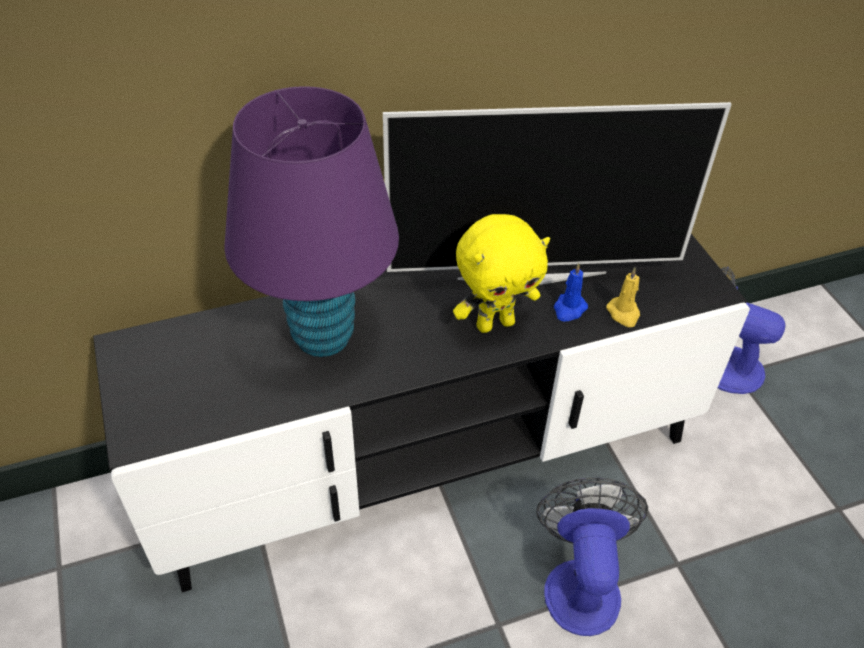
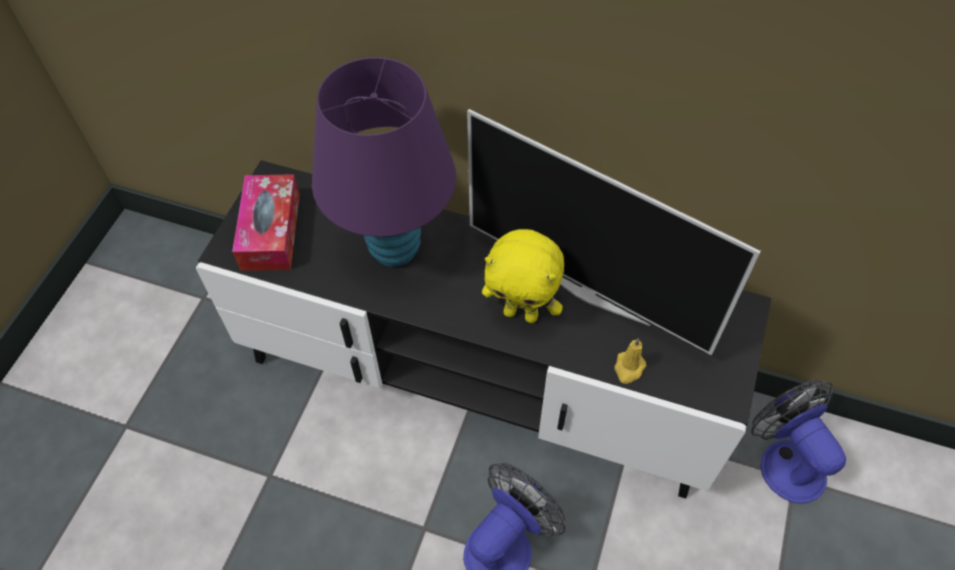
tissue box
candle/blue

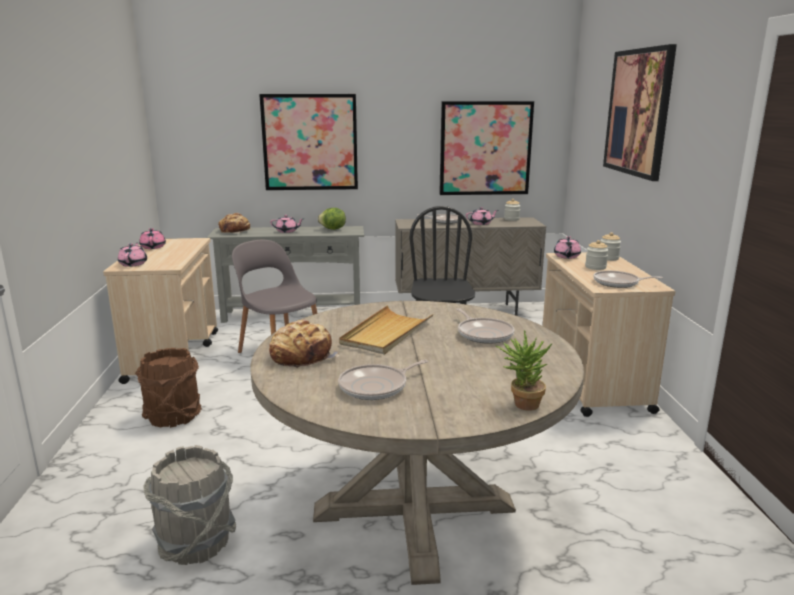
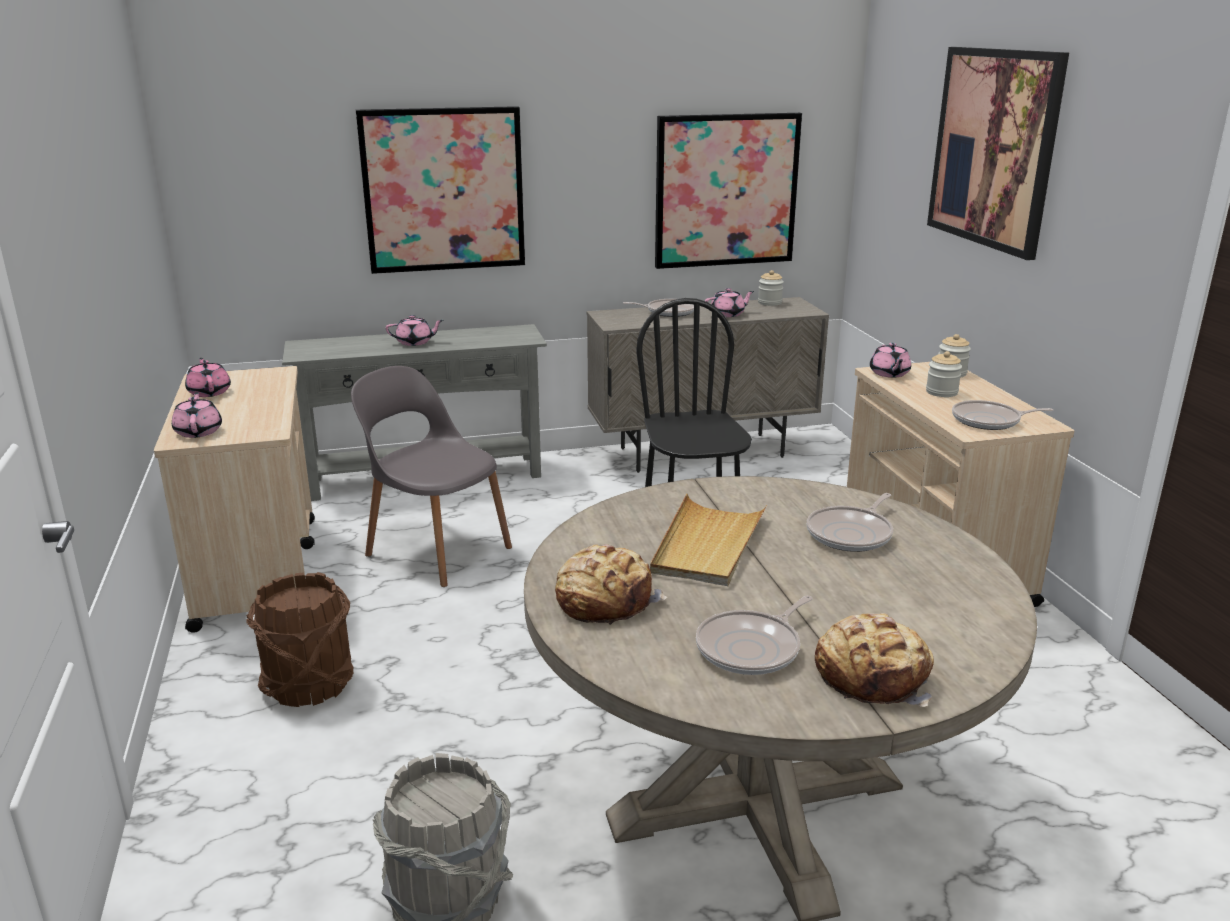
frying pan (no. 3 from left)
bread (no. 2 from left)
lettuce
potted plant

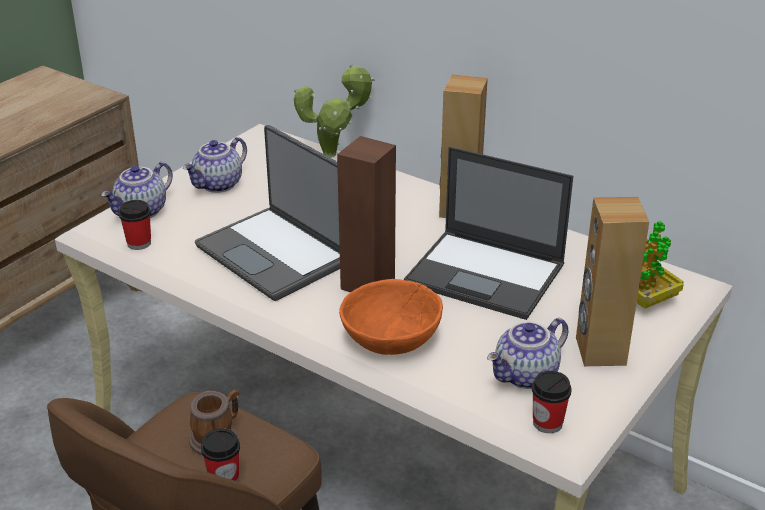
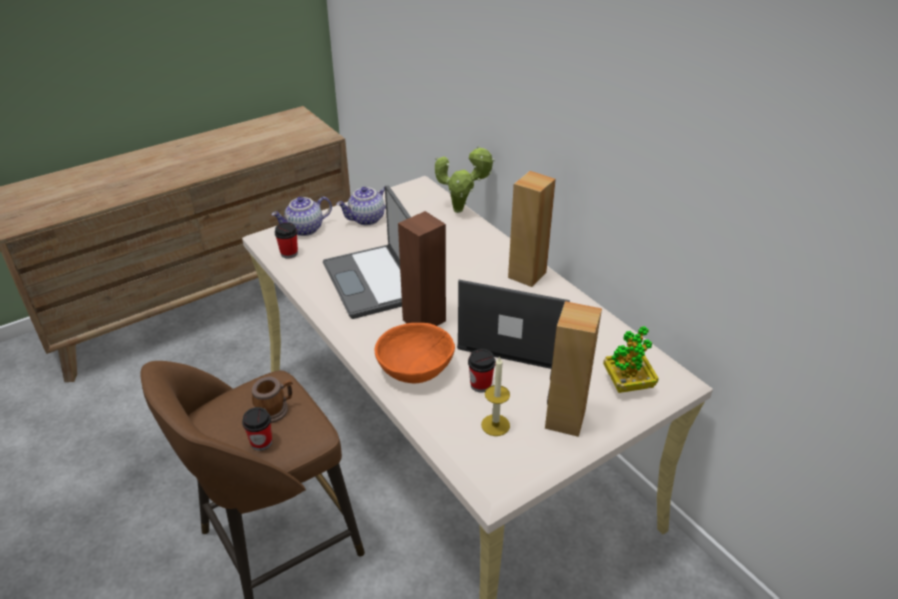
laptop (no. 2 from left)
cup (no. 3 from left)
candle

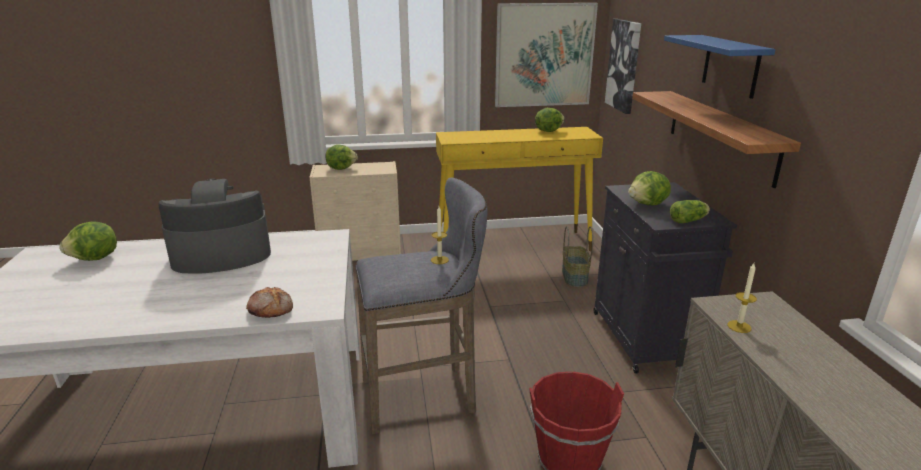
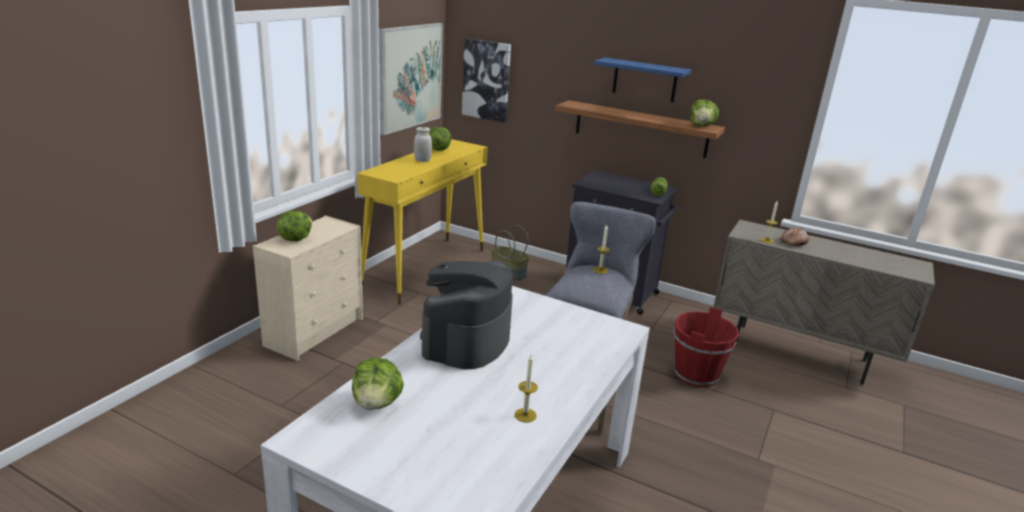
jar/white
candle (no. 1 from left)
lettuce (no. 5 from left)
bread

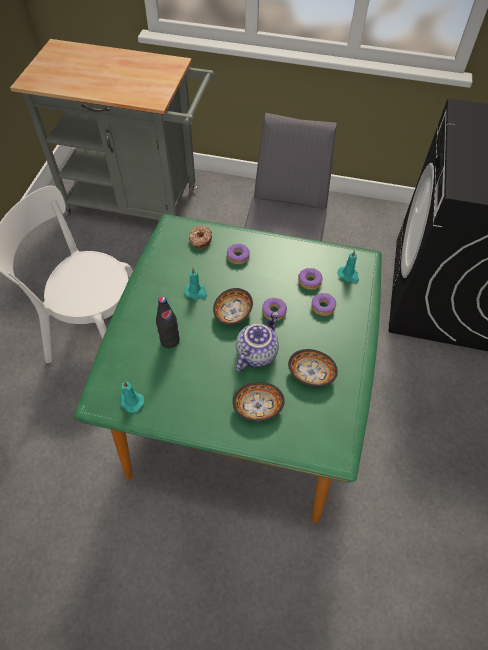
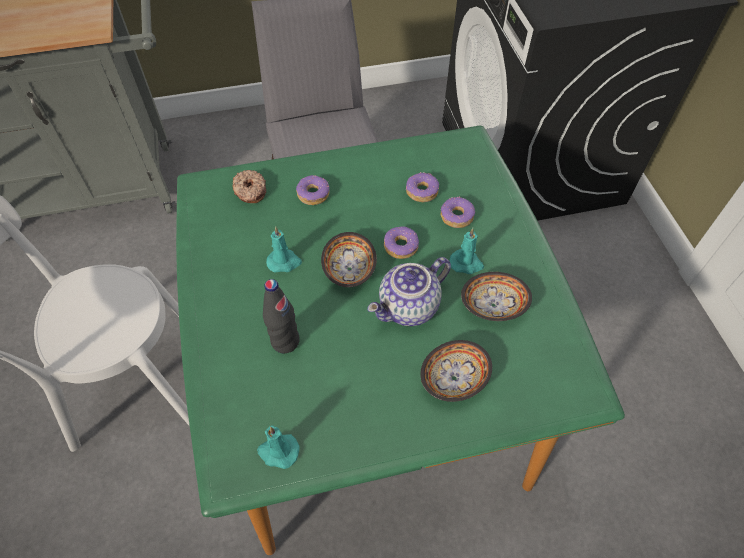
teapot
candle/turquoise (no. 3 from left)

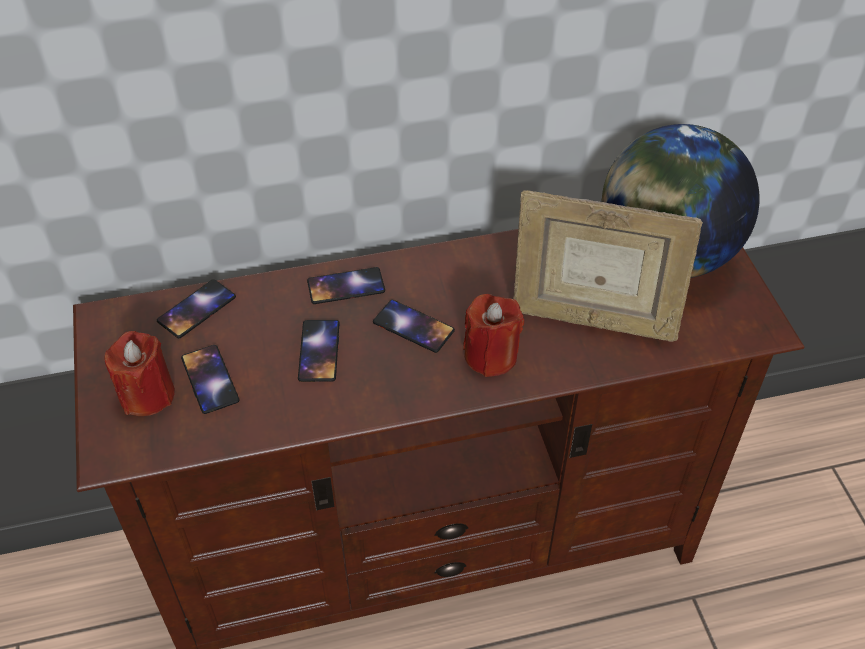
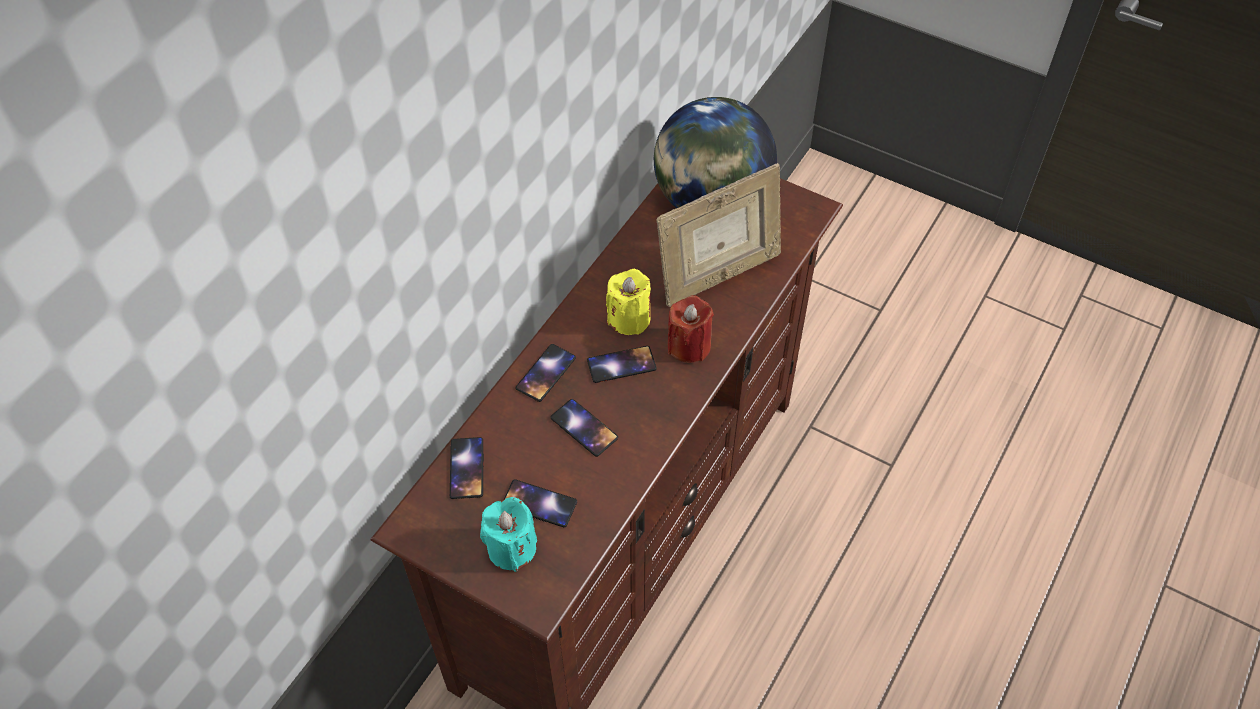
candle/turquoise
candle/yellow

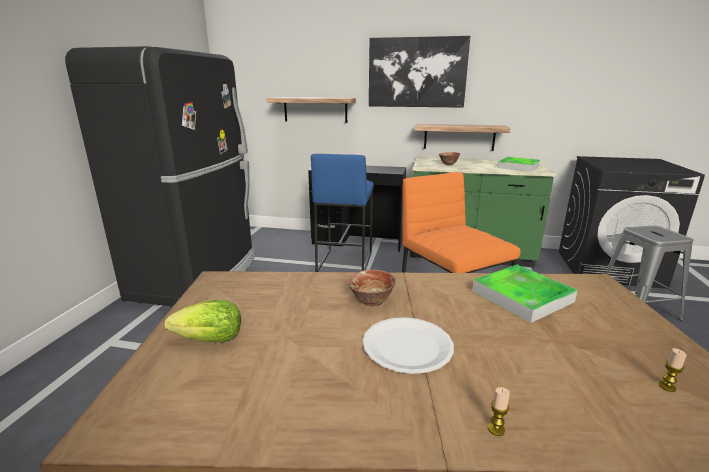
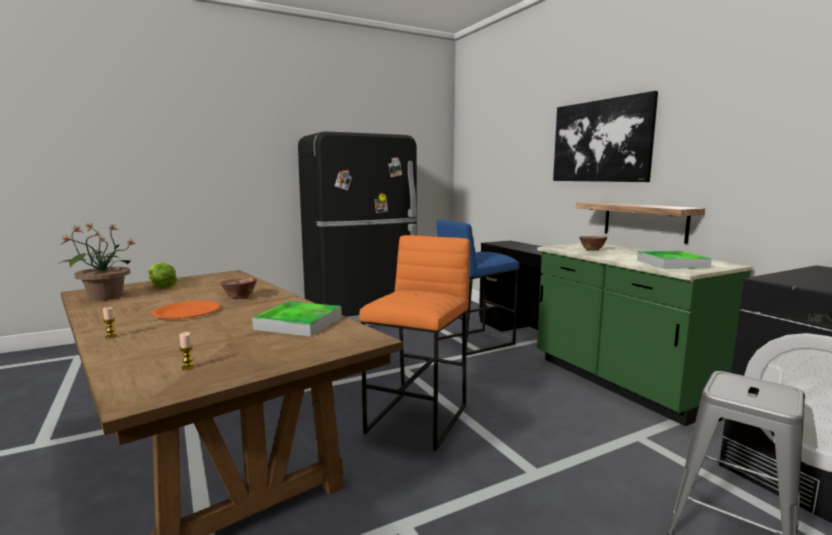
potted plant
plate/orange
shelf (no. 1 from left in the first image)

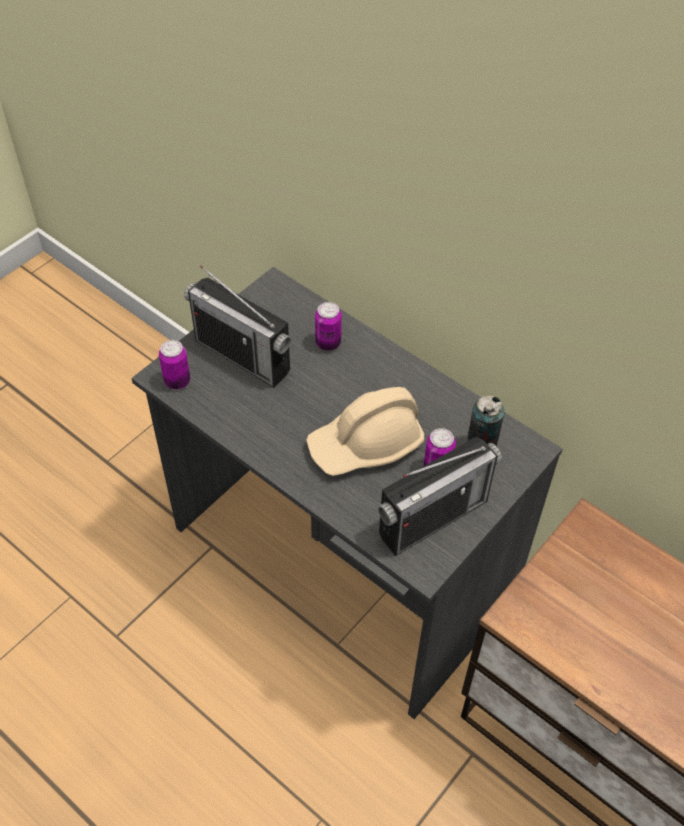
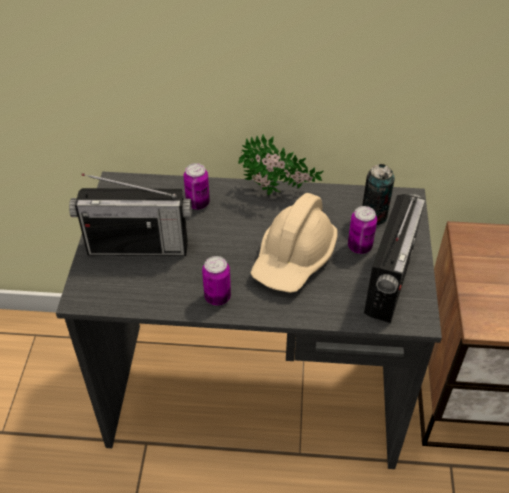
can (no. 2 from left)
potted plant

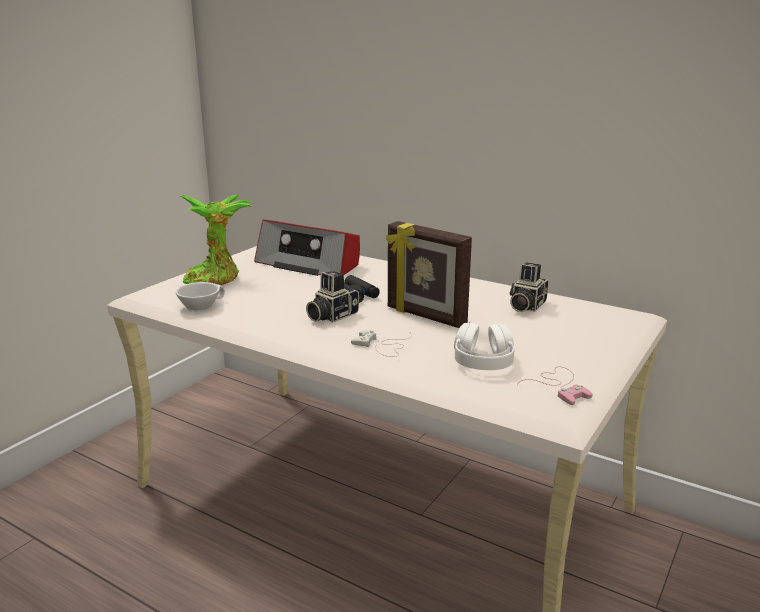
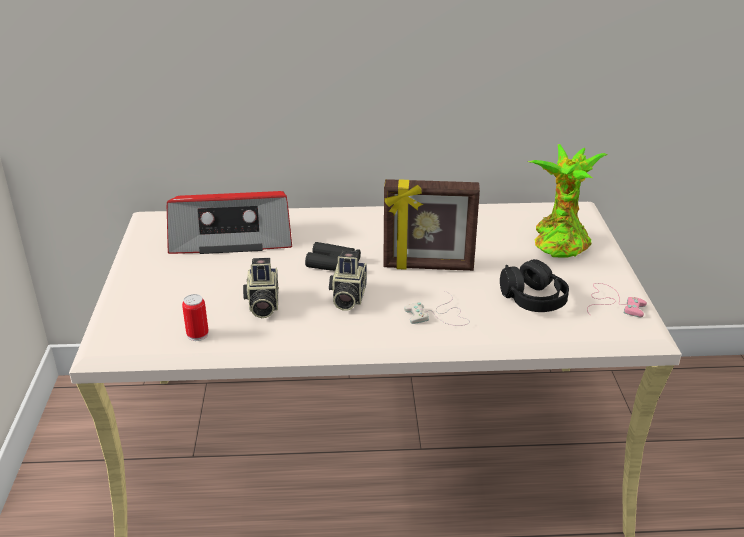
can
photo camera (no. 1 from left)
headphones/black
potted plant

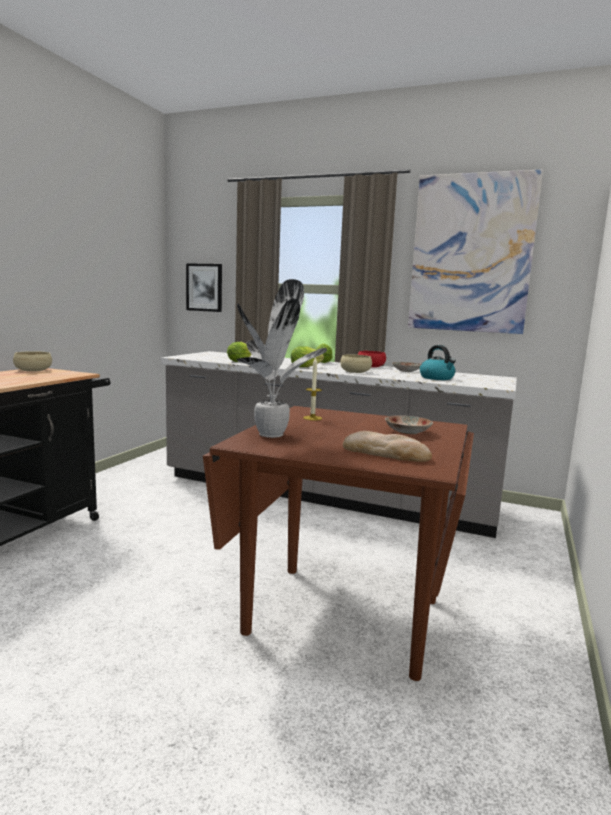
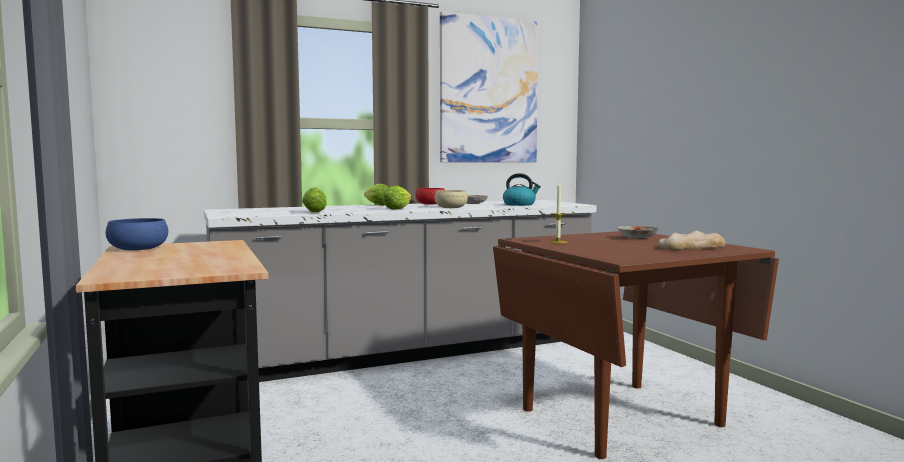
bowl/blue
picture (no. 1 from left in the first image)
potted plant

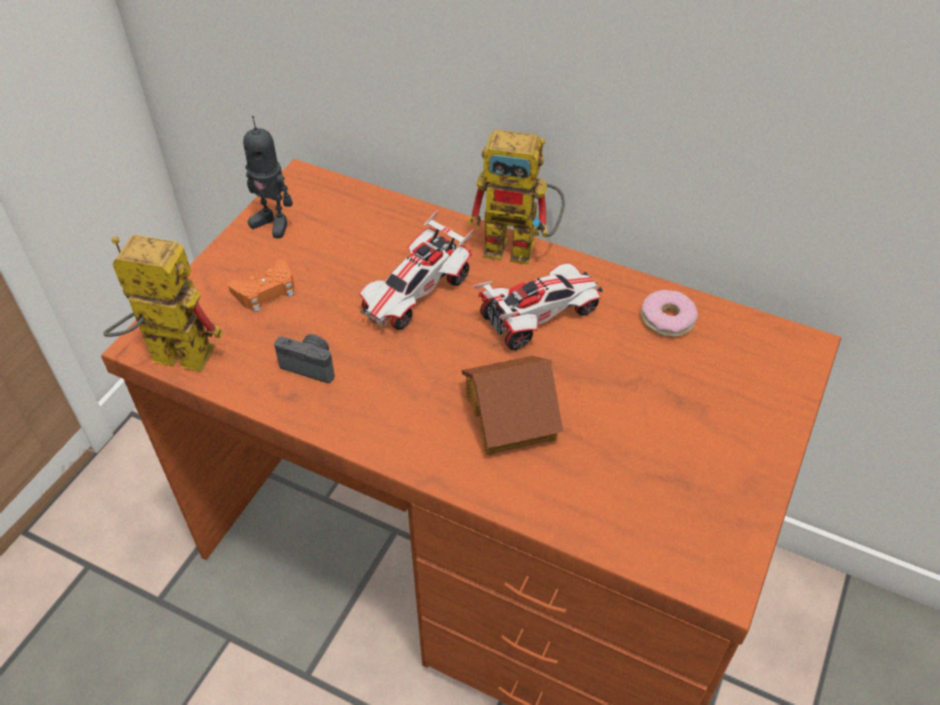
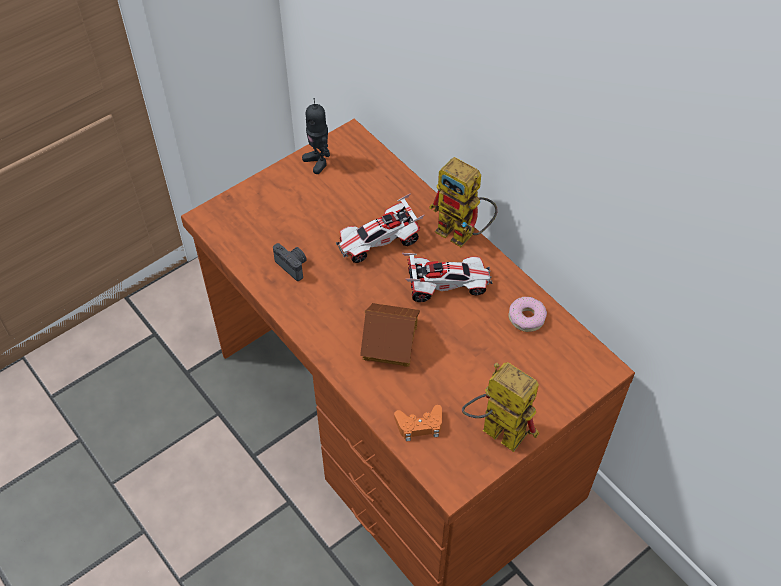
game controller/orange
toy robot (no. 3 from left)

